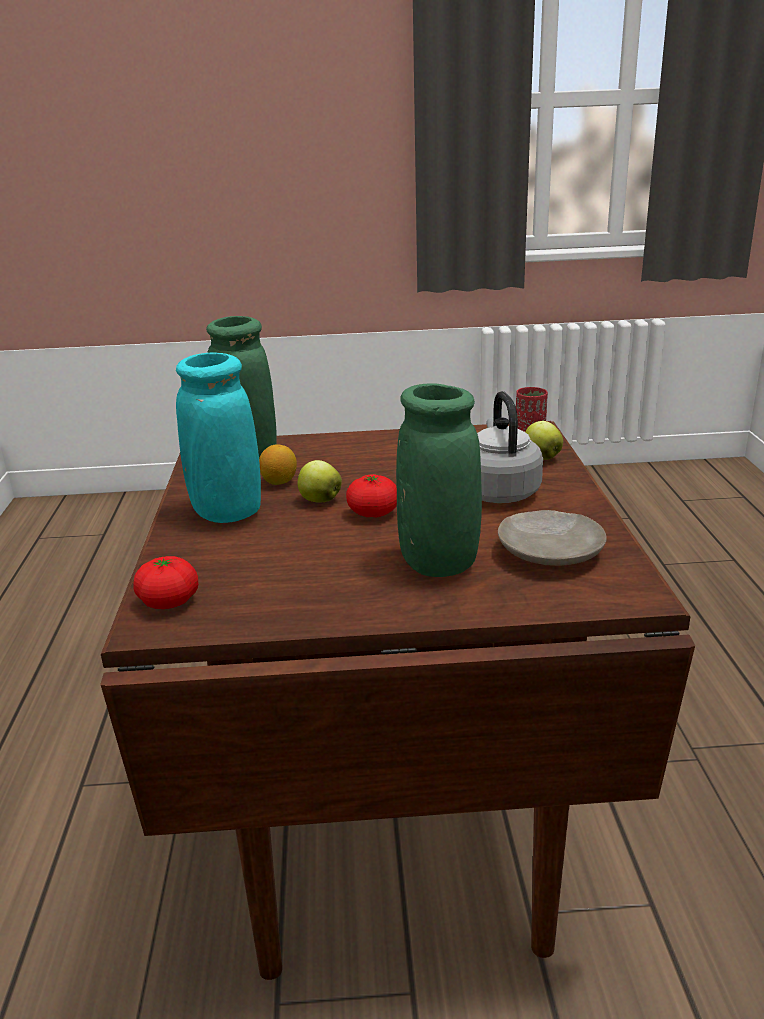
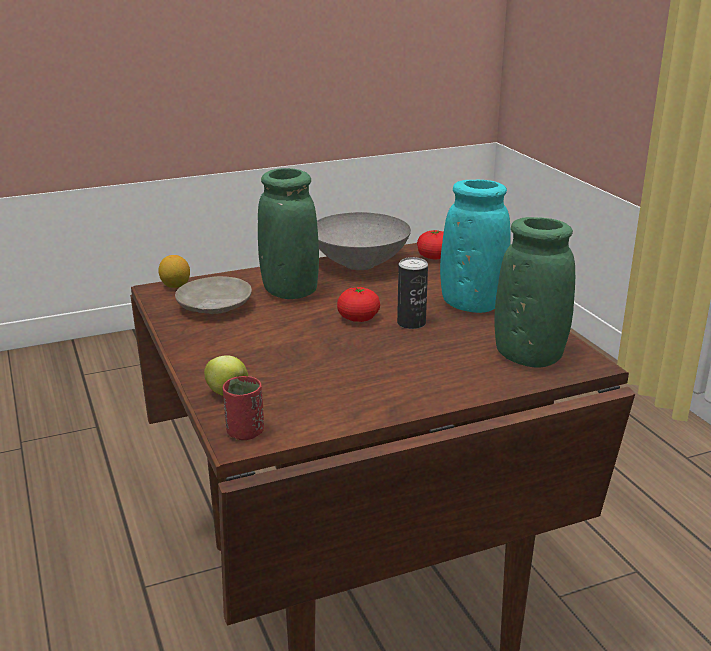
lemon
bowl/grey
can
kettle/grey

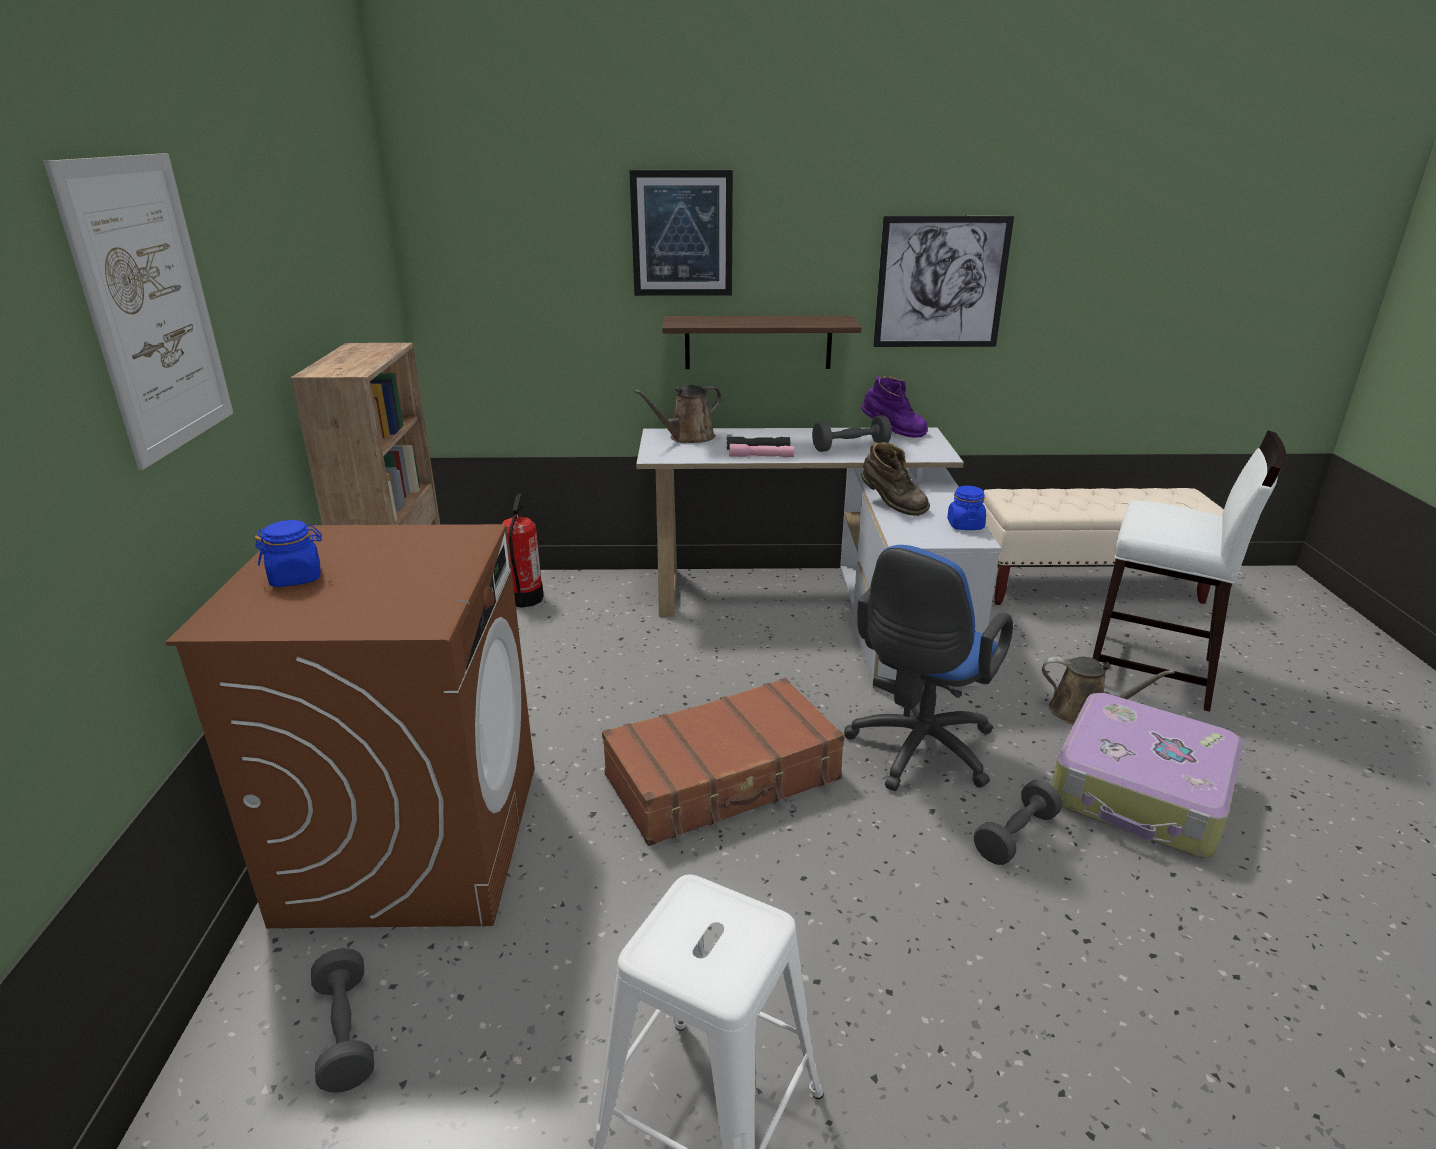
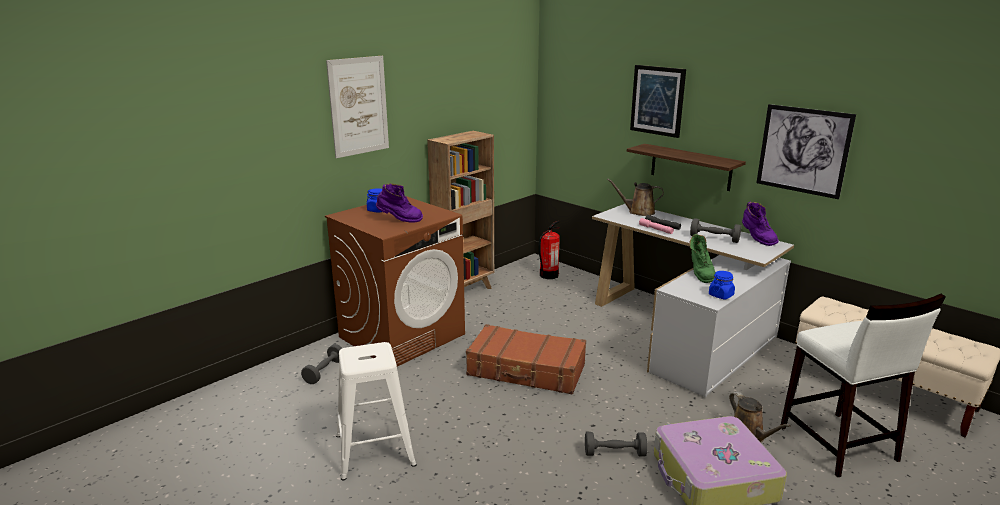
boot/purple (no. 1 from left)
boot/green
office chair/blue

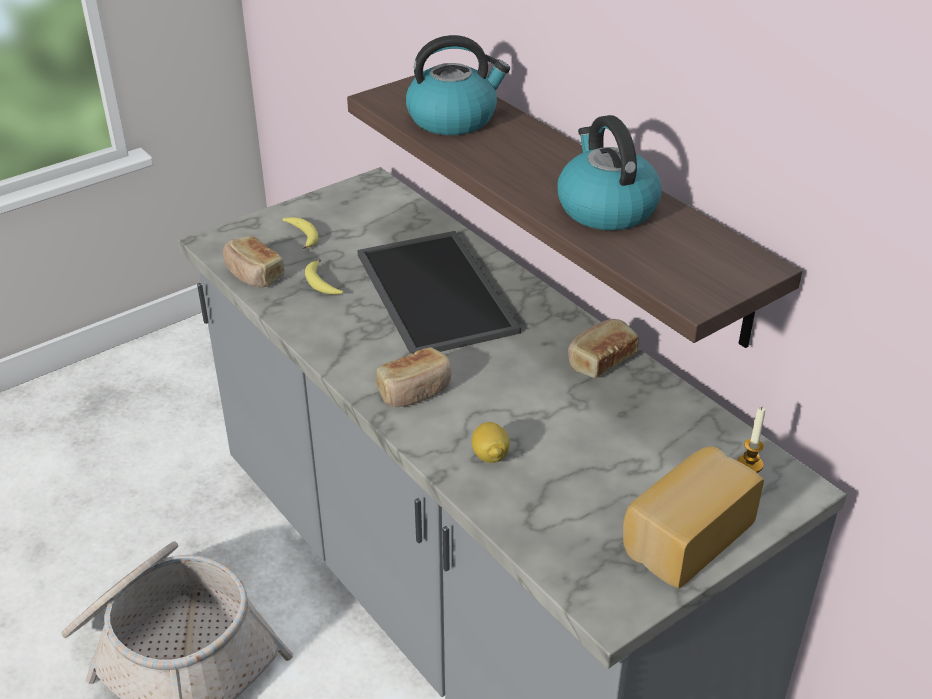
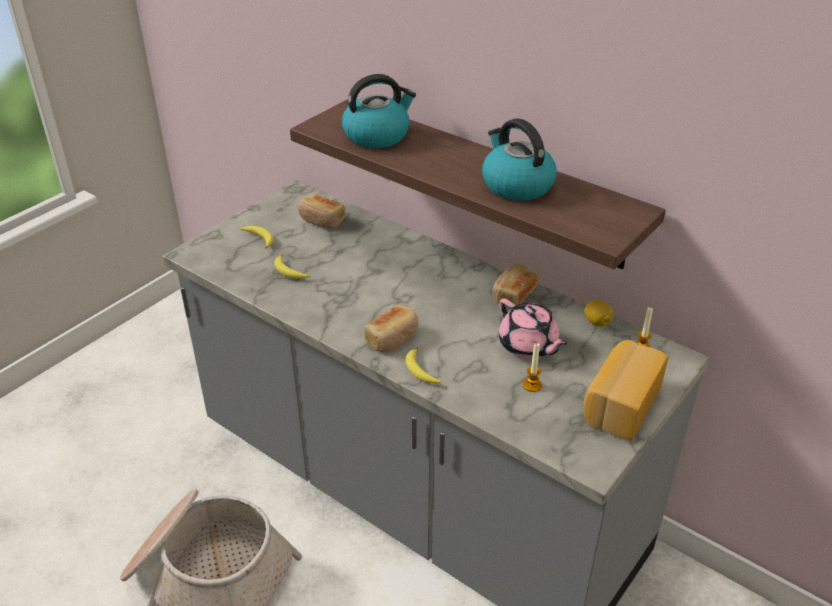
bread (no. 1 from left)
banana (no. 3 from left)
teapot/pink
candle (no. 1 from left)
lemon
tray

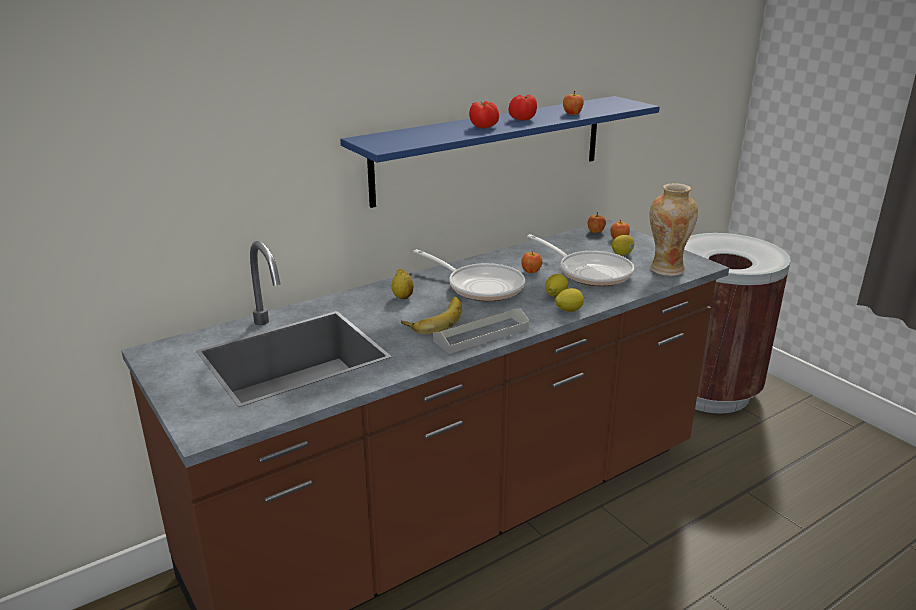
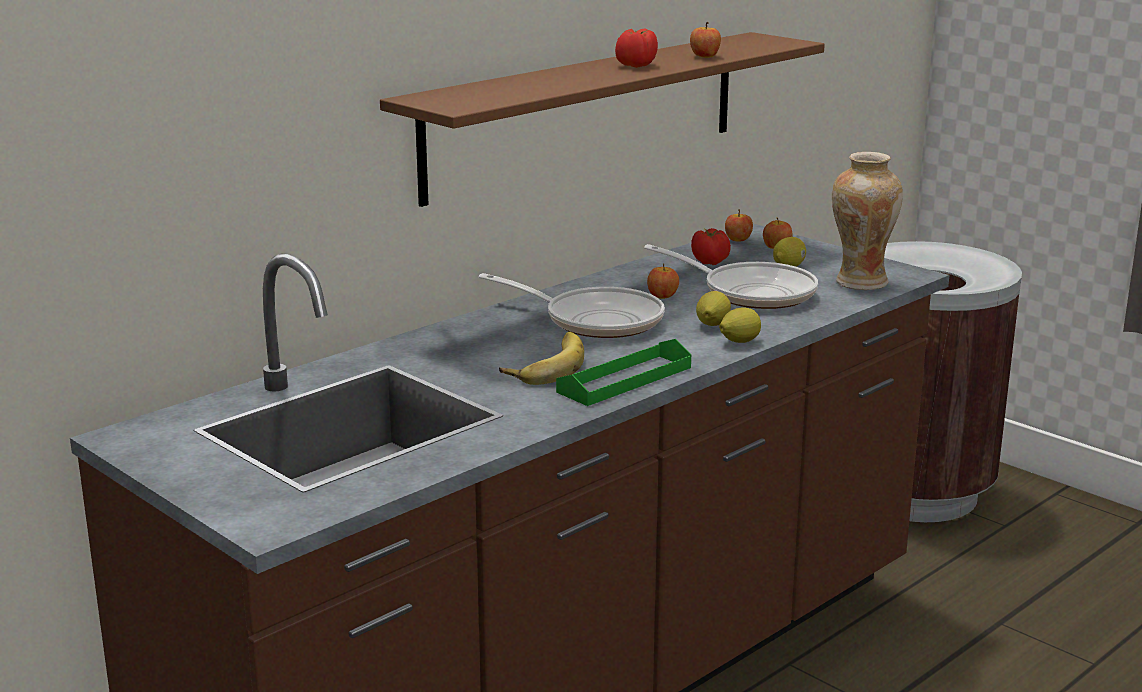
shelf/brown
tray/green
tomato (no. 2 from left)
lemon (no. 1 from left in the first image)

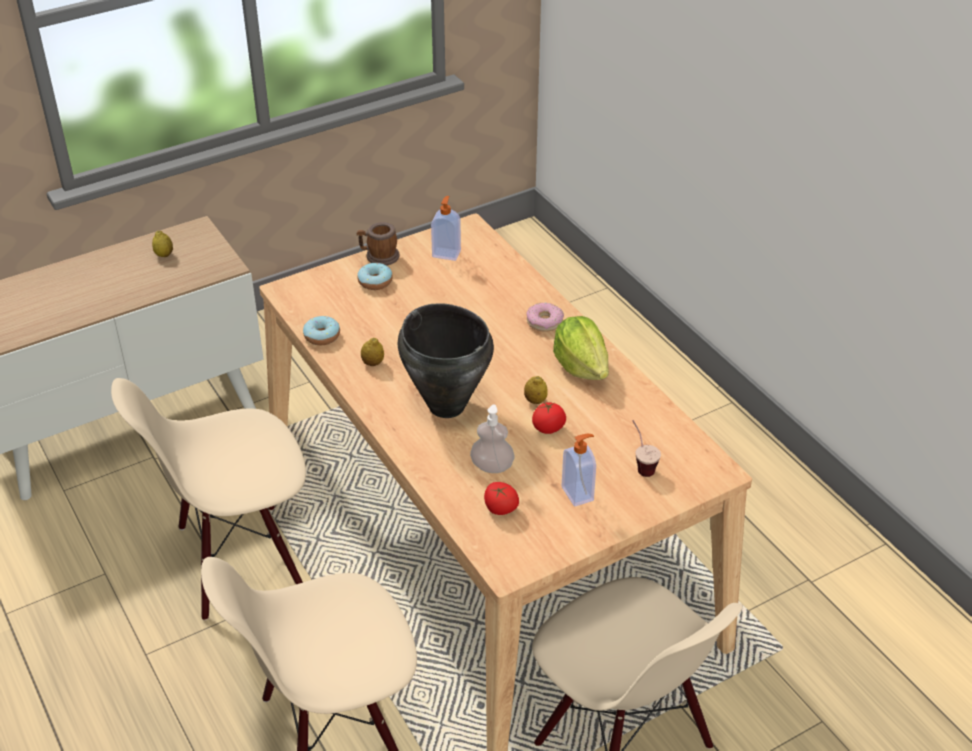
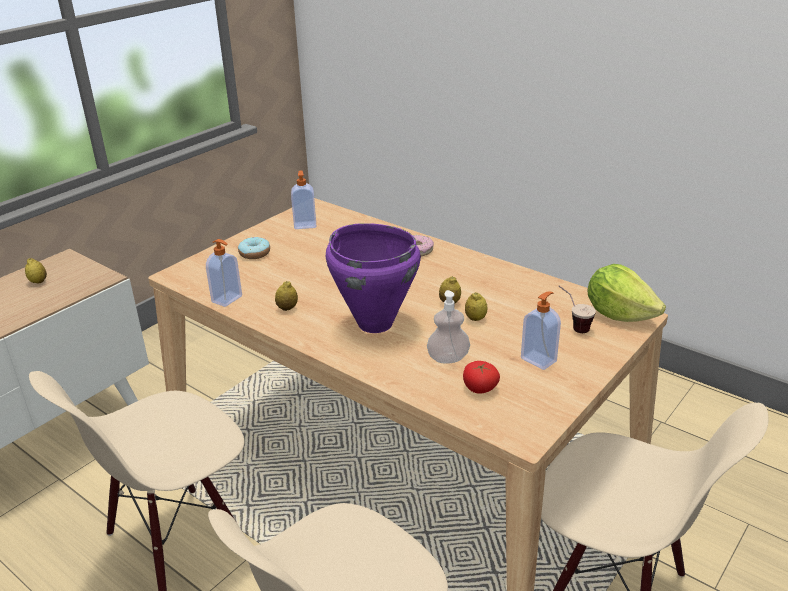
soap dispenser (no. 1 from left)
cooking pot/purple
lemon (no. 4 from left)
lettuce
mug

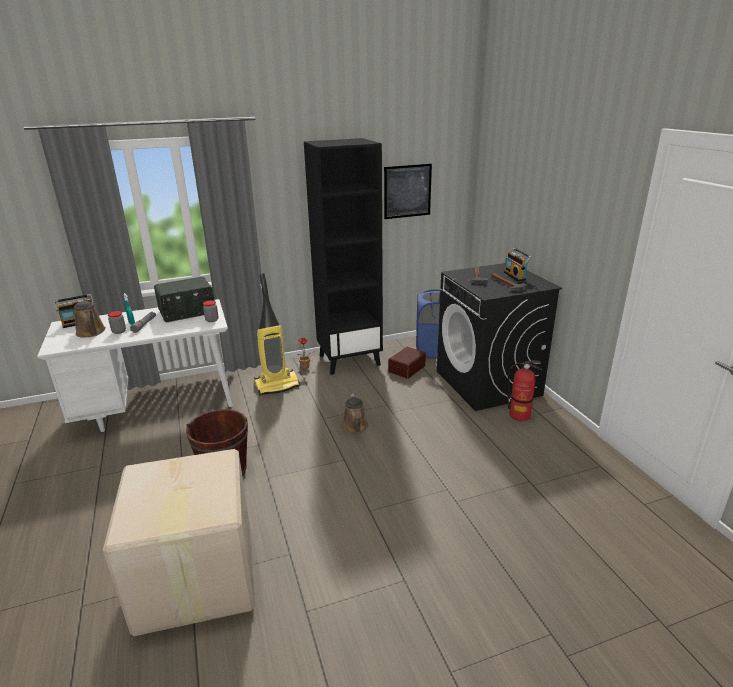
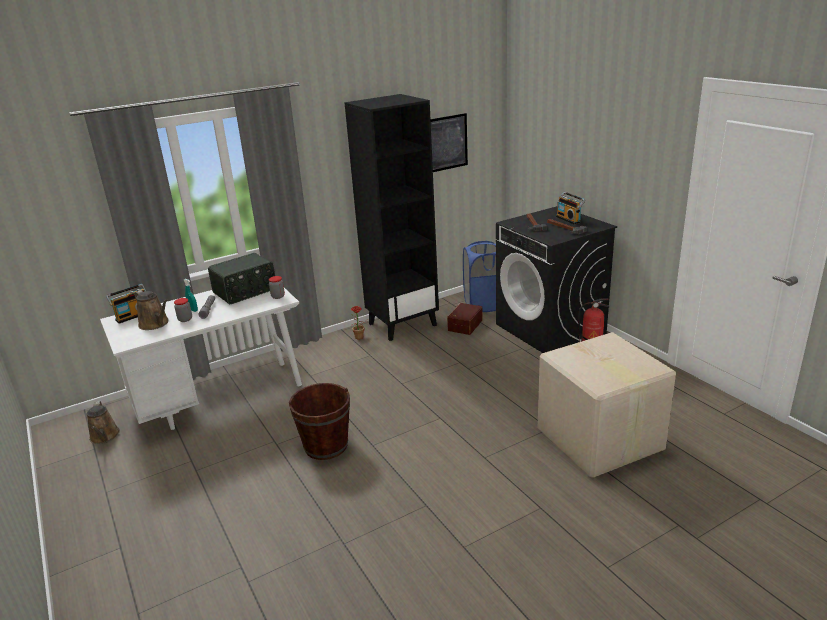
watering can/brown (no. 1 from left)
cardboard box
vacuum cleaner

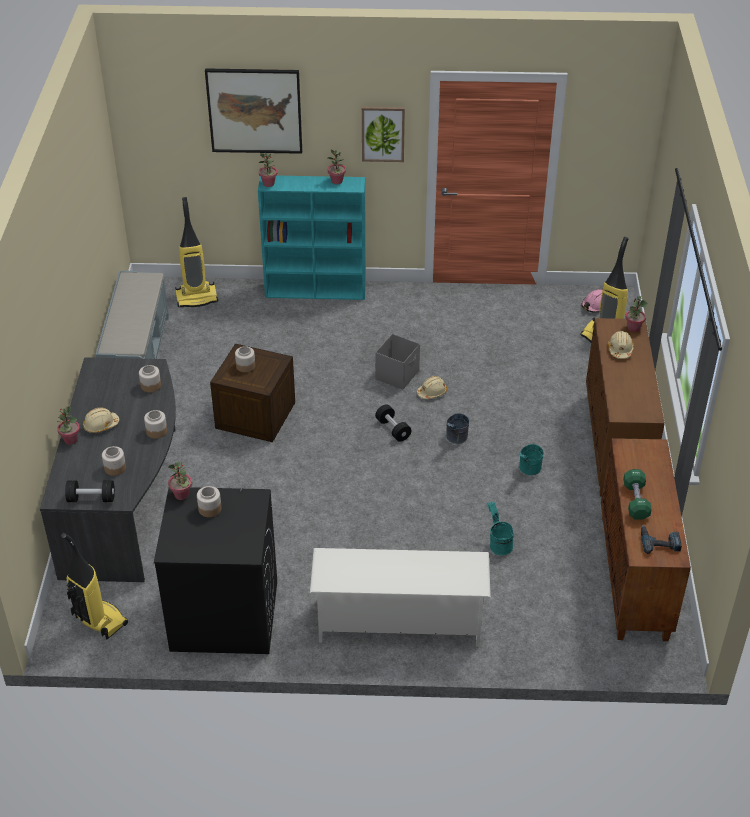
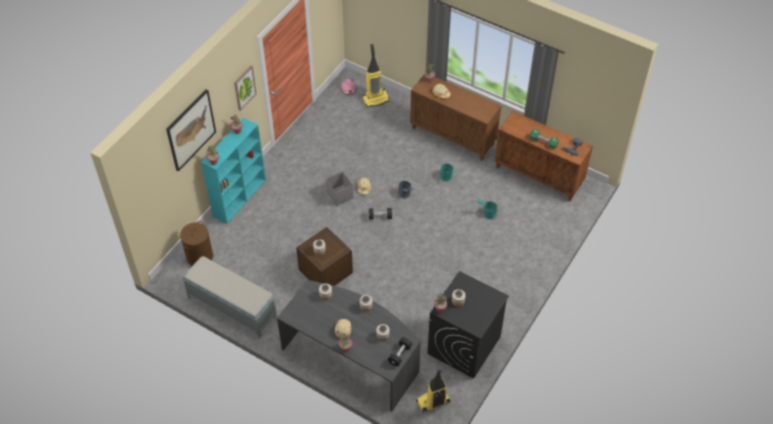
laundry basket/brown
shoe rack/white

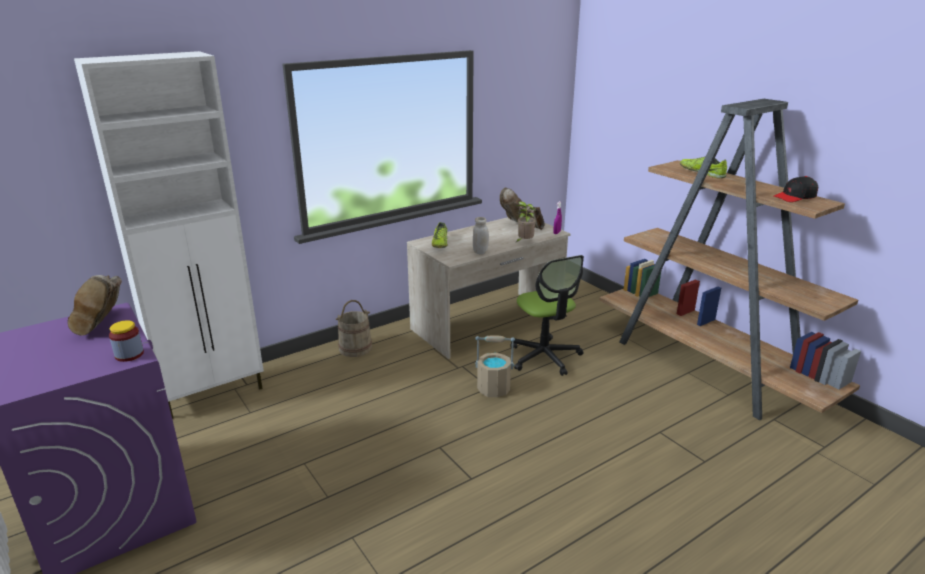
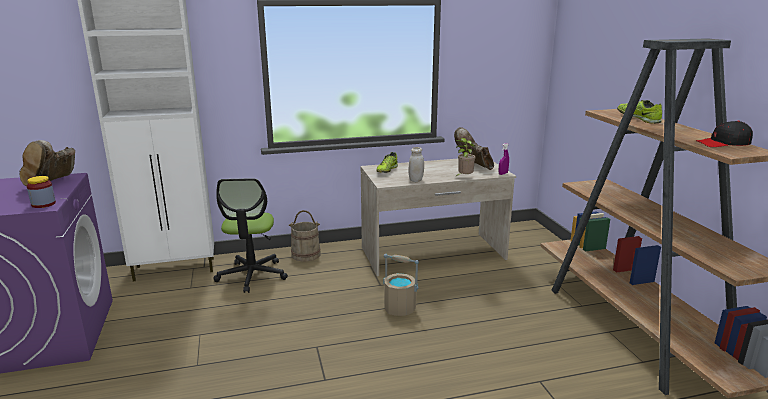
office chair

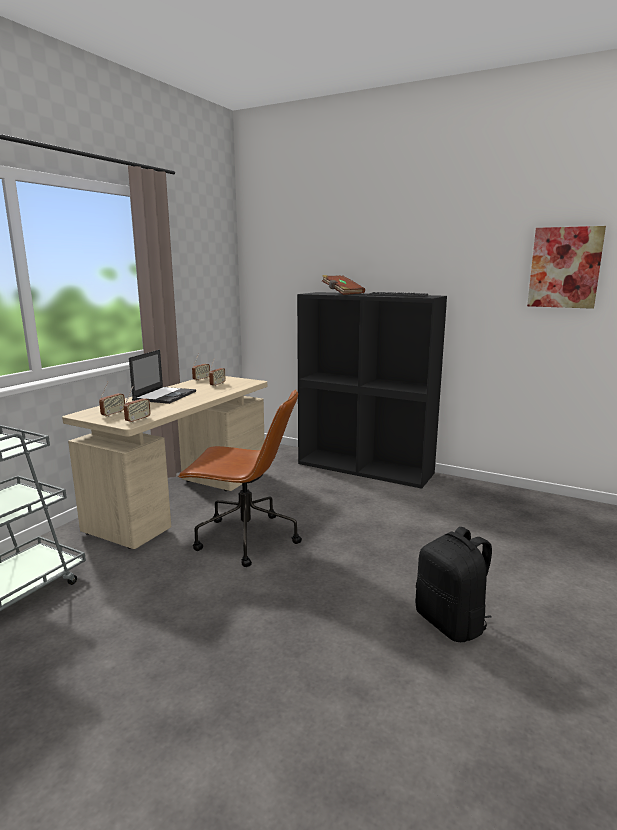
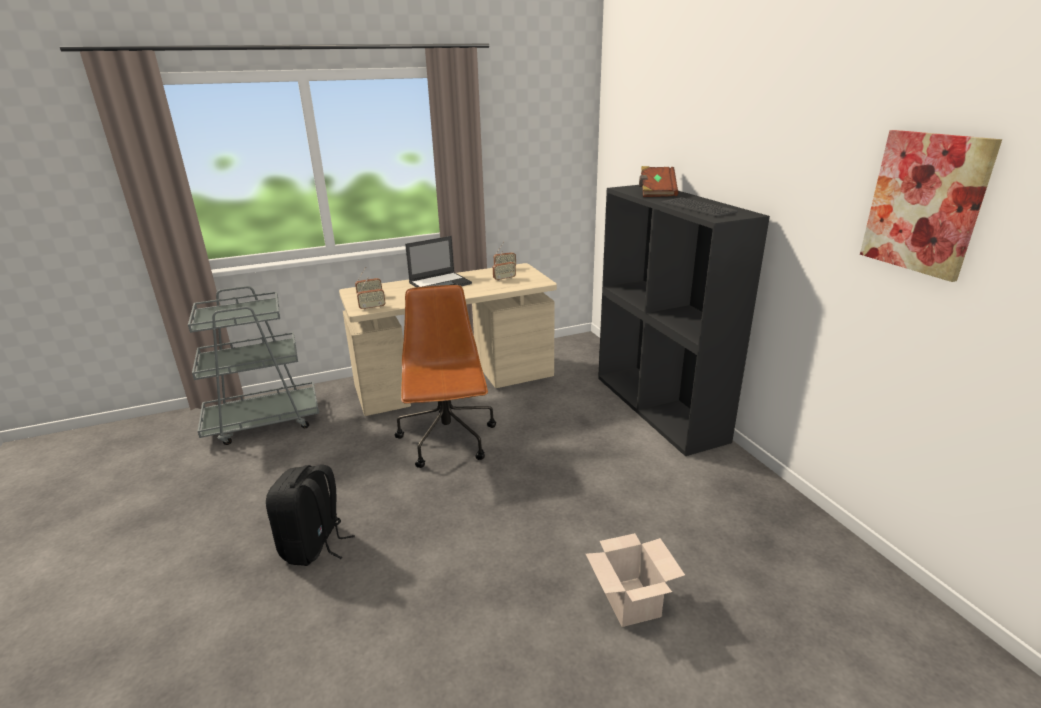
backpack/black
office chair/brown
cardboard box

